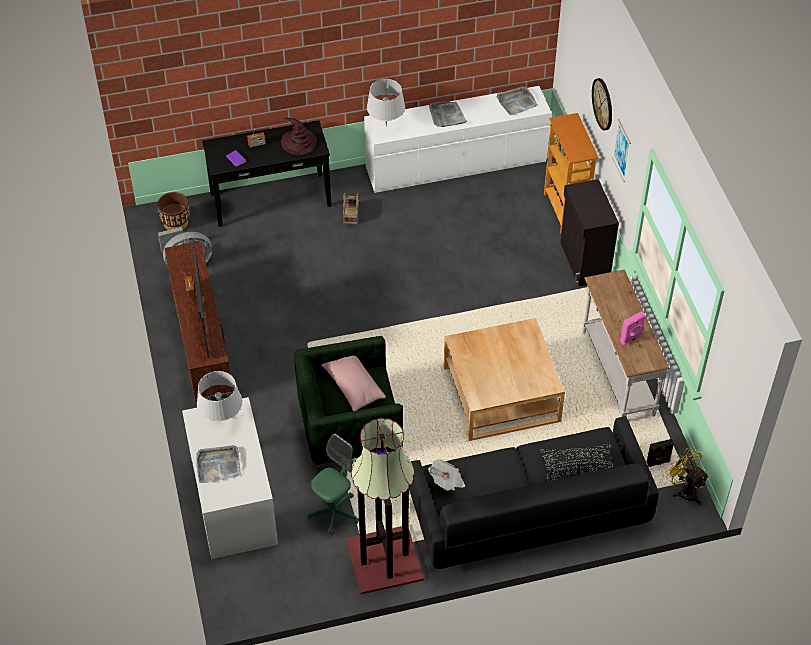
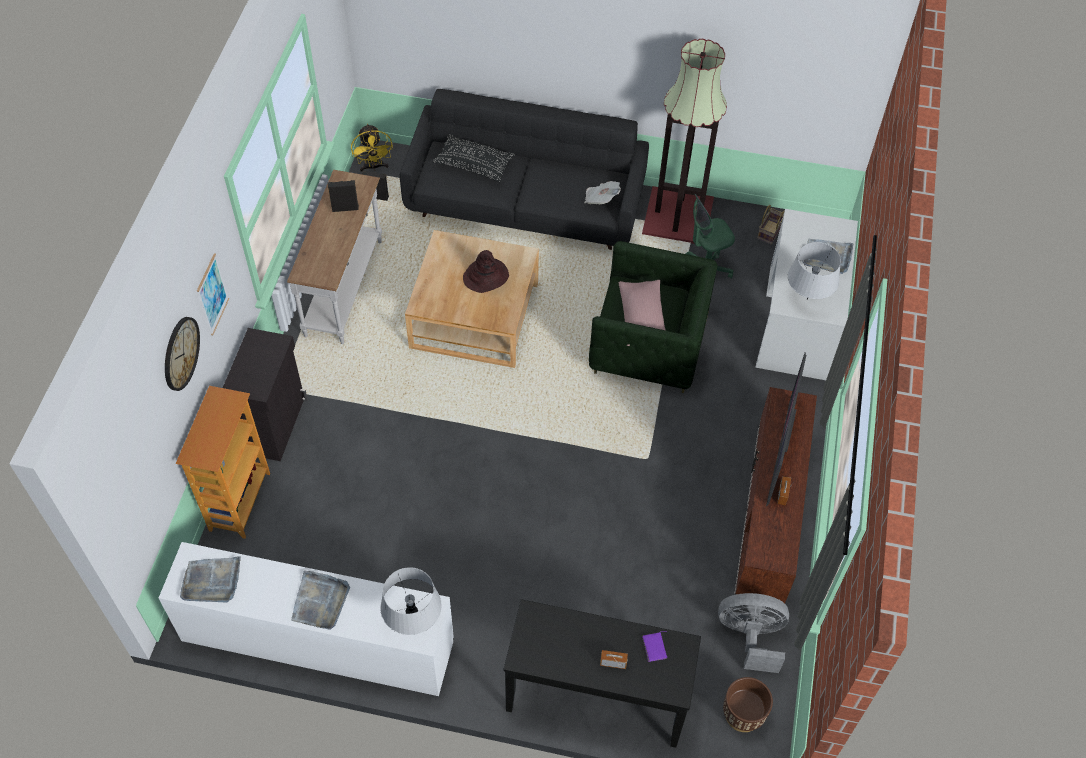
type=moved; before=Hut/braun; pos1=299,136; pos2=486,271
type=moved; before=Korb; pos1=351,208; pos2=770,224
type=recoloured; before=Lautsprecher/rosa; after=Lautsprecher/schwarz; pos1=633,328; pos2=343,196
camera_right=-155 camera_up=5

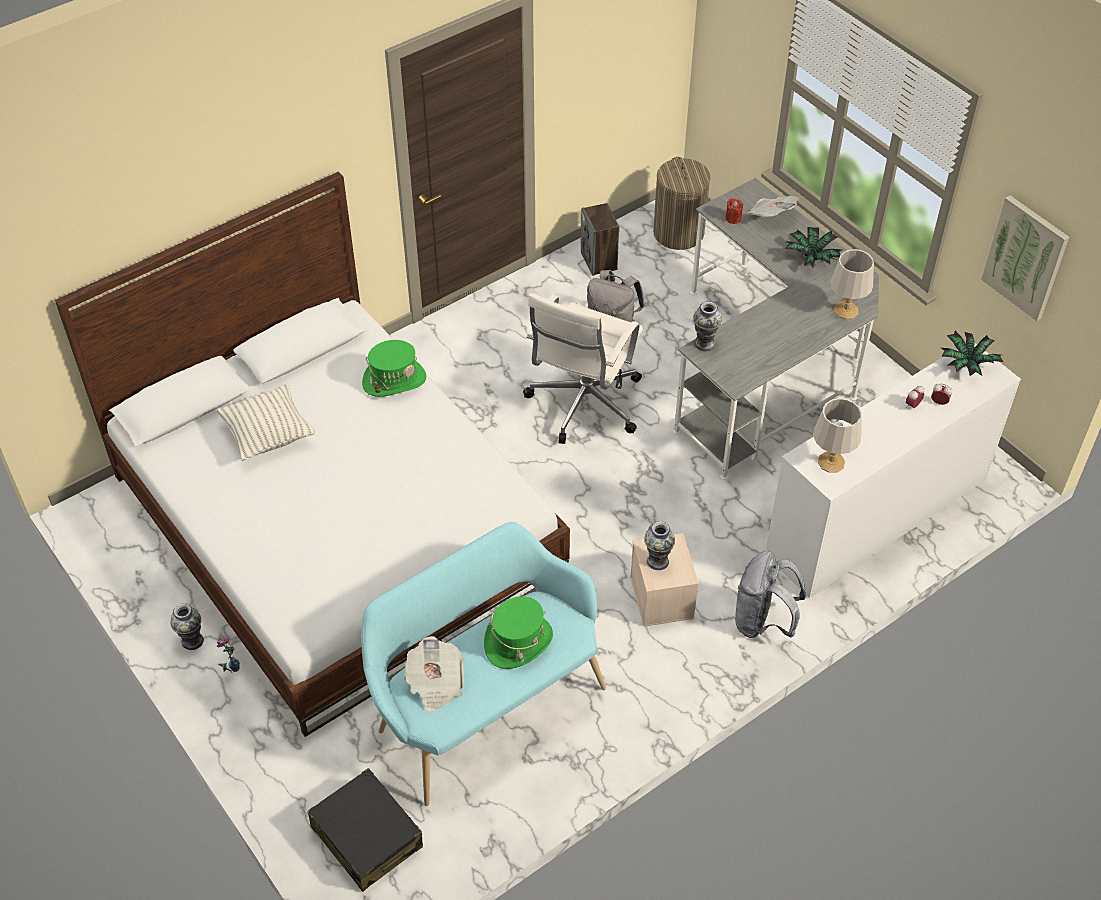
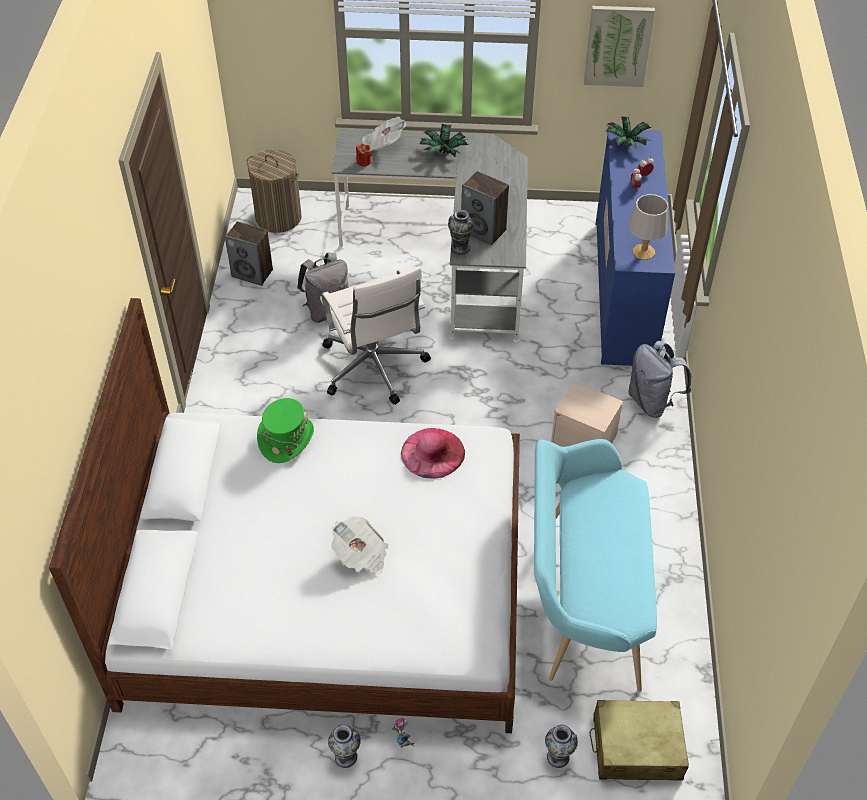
type=removed; before=Tischlampe/grau; pos1=852,284
type=recoloured; before=Kommode/weiß; after=Kommode/blau; pos1=893,470; pos2=635,247
type=removed; before=Kissen; pos1=266,422
type=moved; before=Vase; pos1=659,545; pos2=561,746
type=removed; before=Hut/grün; pos1=518,632
type=moved; before=Zeitung; pos1=434,674; pos2=359,546
type=recoloured; before=Koffer/schwarz; after=Koffer/beige; pos1=365,830; pos2=639,740
type=added; after=Lautsprecher; pos2=485,208
type=added; after=Hut/rosa; pos2=433,453
camera_right=-50 camera_up=0

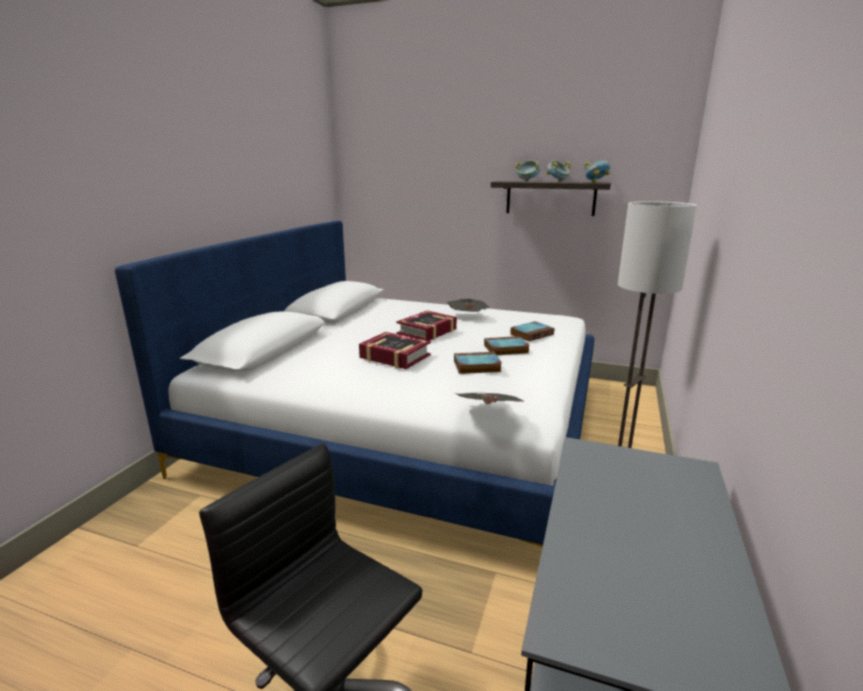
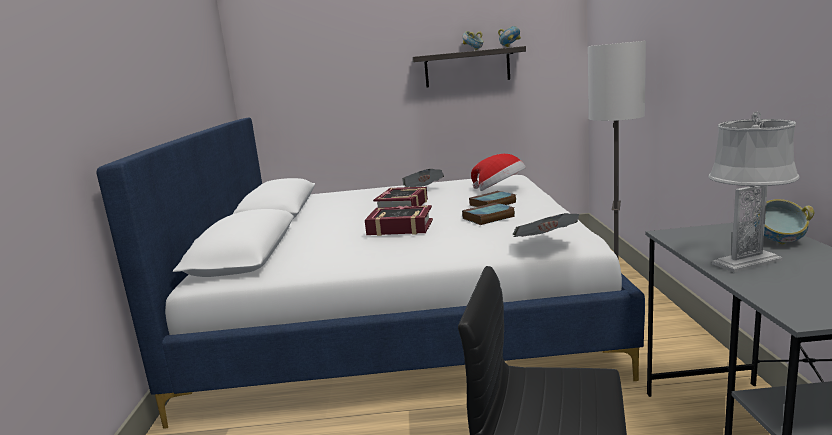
type=moved; before=Schüssel; pos1=528,171; pos2=783,221
type=replaced; before=Buch; after=Hut; pos1=532,331; pos2=498,172
type=added; after=Tischlampe/grau; pos2=753,192
camera_right=-20 camera_up=-5

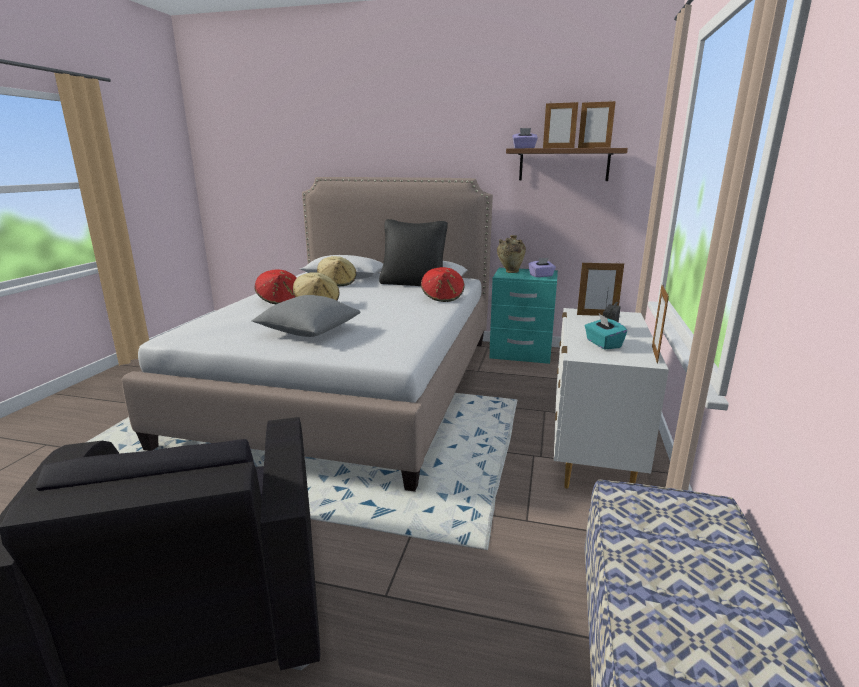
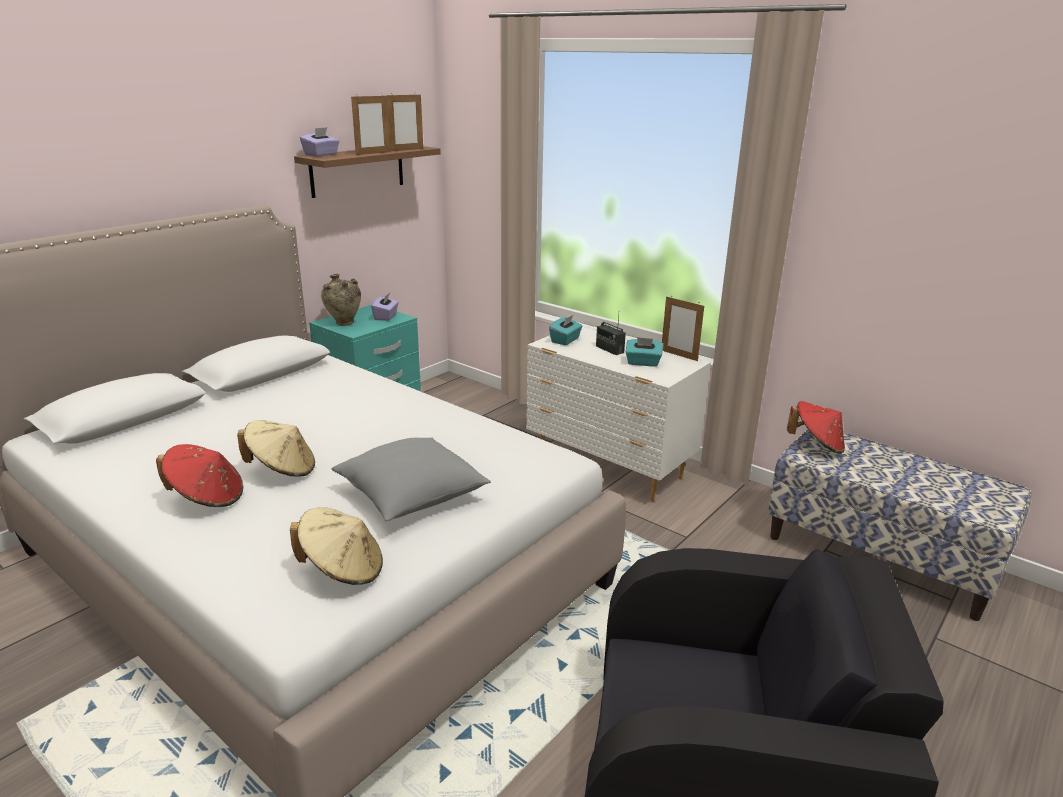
type=removed; before=Kissen/schwarz; pos1=413,252
type=moved; before=Hut/beige; pos1=336,271; pos2=336,546
type=replaced; before=Bilderrahmen; after=Taschentuchbox/türkis; pos1=600,288; pos2=566,330
type=moved; before=Hut/rot; pos1=443,284; pos2=816,427
camera_right=-65 camera_up=5

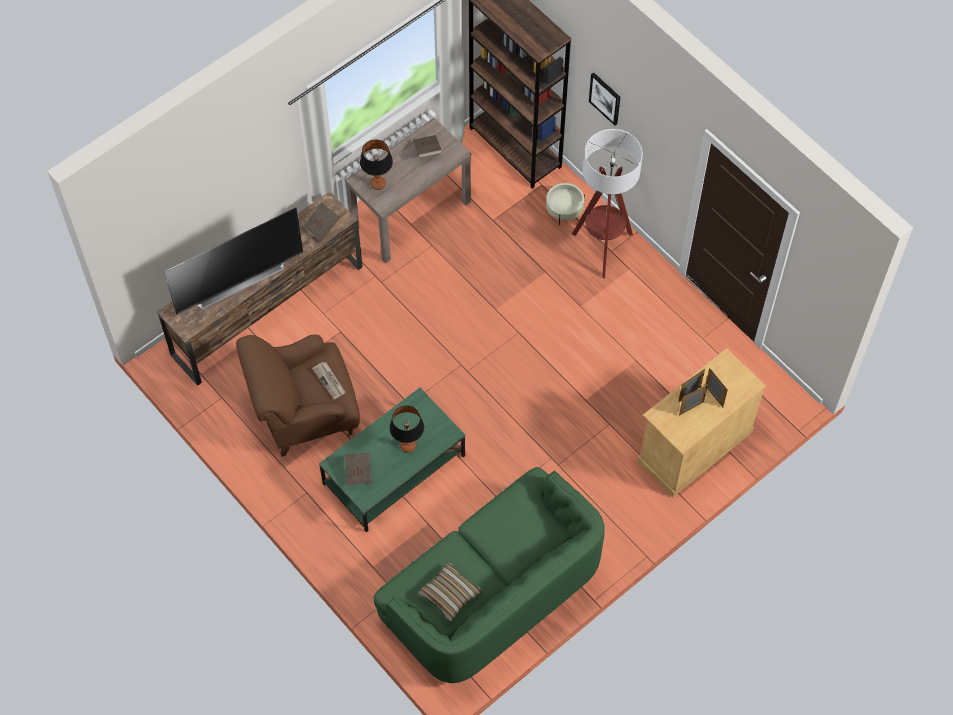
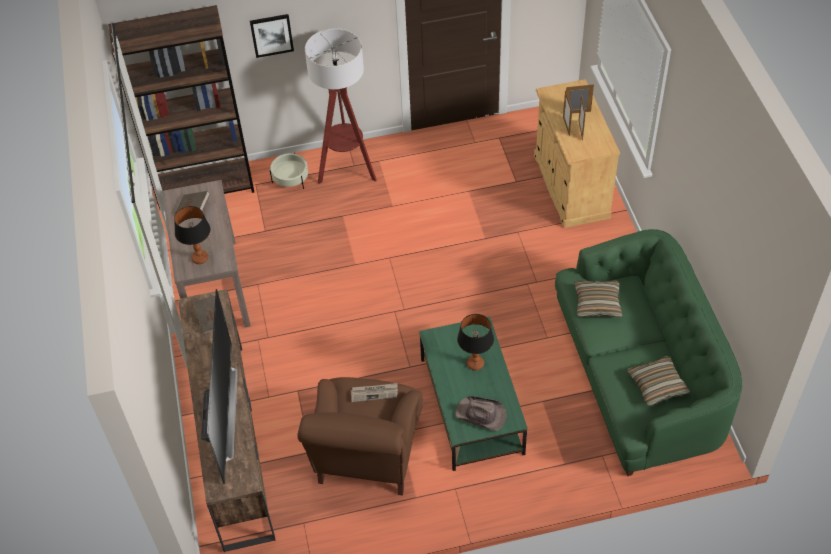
type=replaced; before=Buch/braun; after=Hut/braun; pos1=358,468; pos2=480,413
type=added; after=Kissen; pos2=598,299
camera_right=-60 camera_up=-10

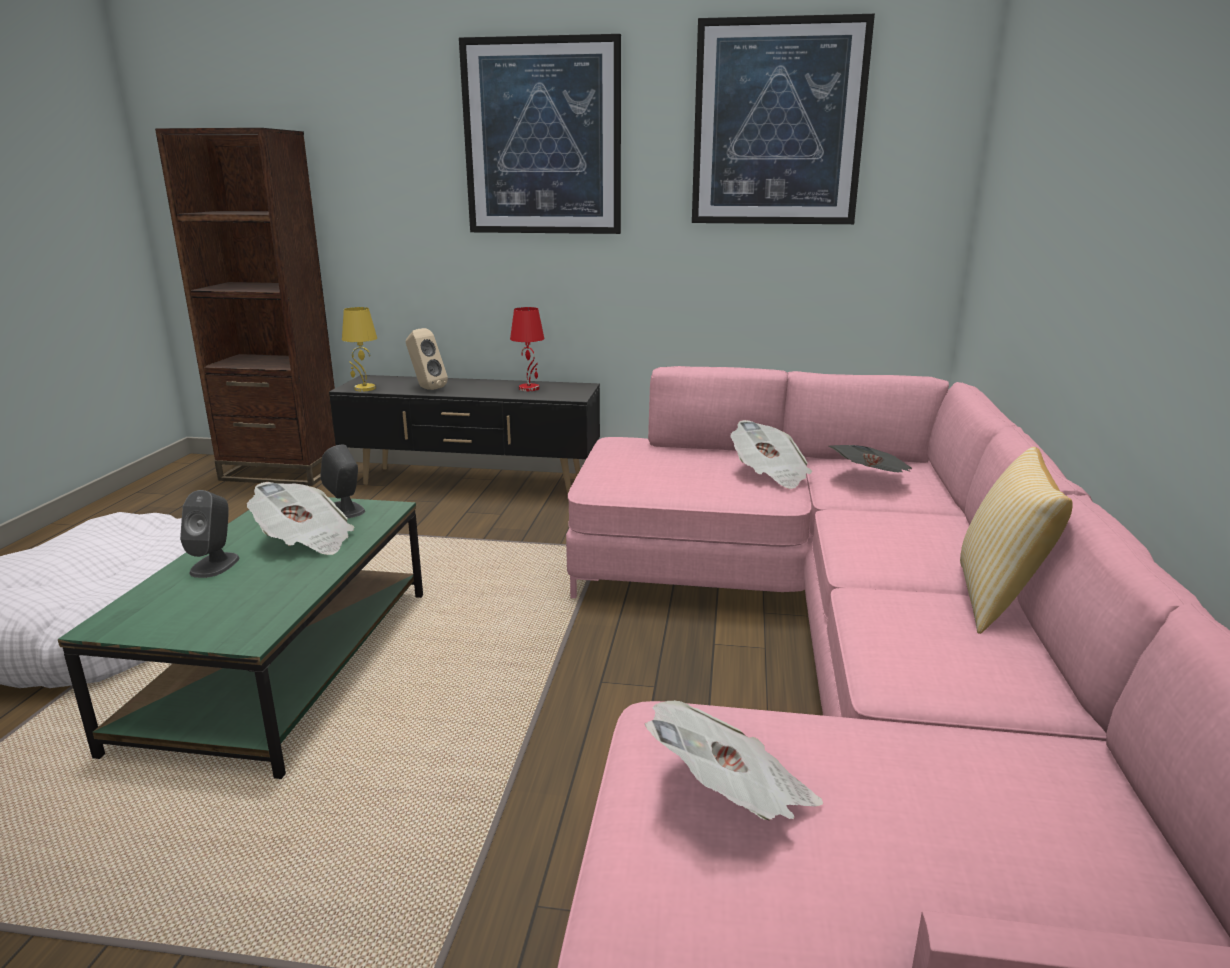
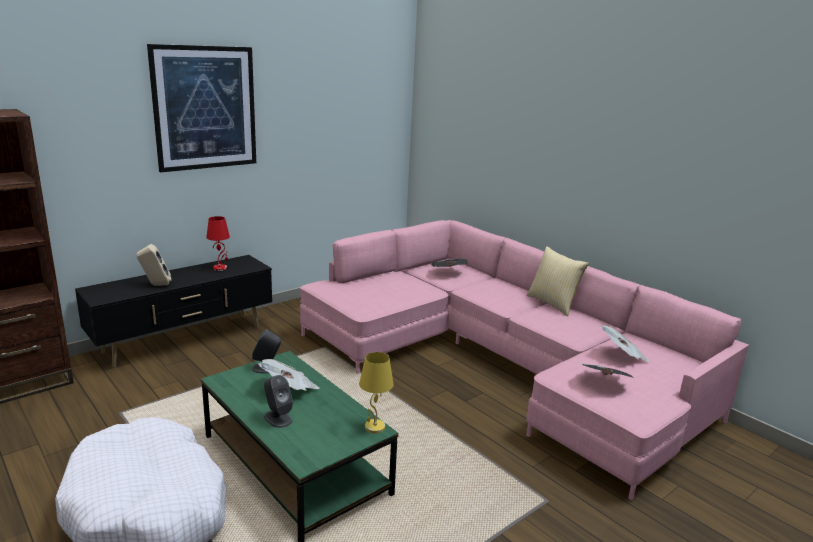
type=removed; before=Bild; pos1=783,119
type=moved; before=Tischlampe/gelb; pos1=359,349; pos2=376,393
type=moved; before=Zeitung; pos1=771,454; pos2=625,343
camera_right=-50 camera_up=0

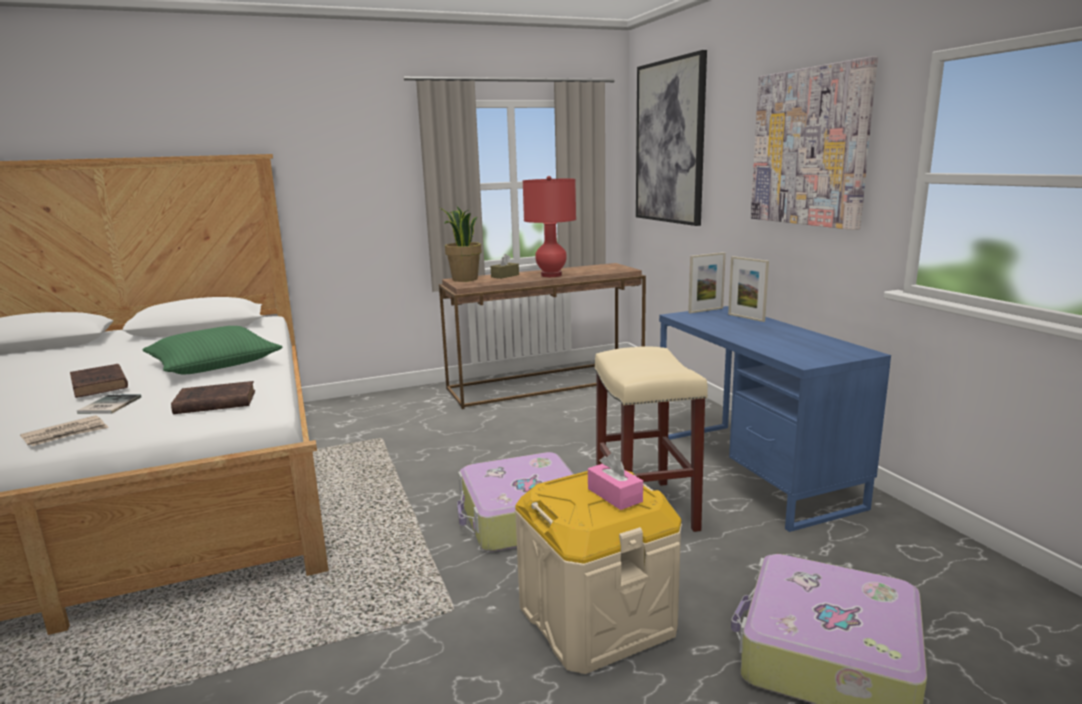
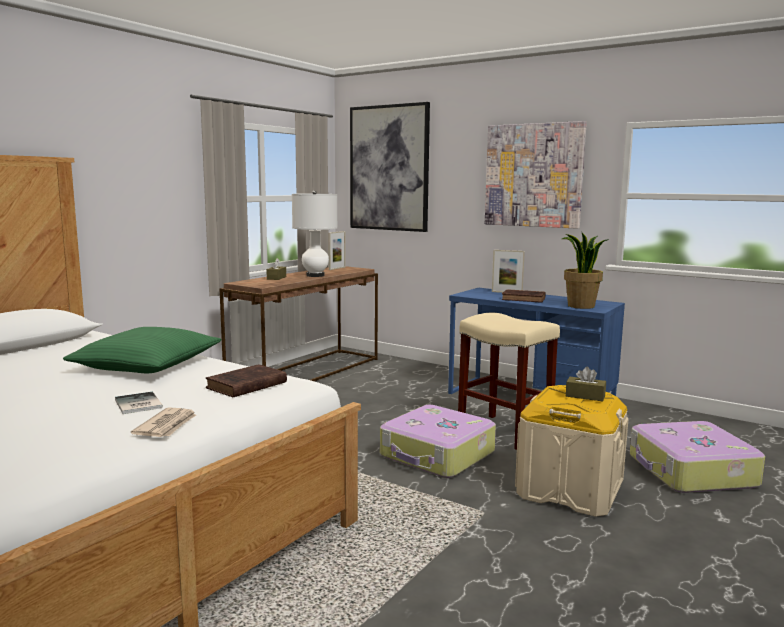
type=recoloured; before=Tischlampe/rot; after=Tischlampe/weiß; pos1=549,226; pos2=315,234
type=moved; before=Topfpflanze; pos1=461,244; pos2=585,271
type=moved; before=Bilderrahmen; pos1=707,282; pos2=337,250
type=moved; before=Buch/braun; pos1=99,381; pos2=524,296
type=recoloured; before=Taschentuchbox/rosa; after=Taschentuchbox/braun; pos1=615,481; pos2=586,384
camera_right=-35 camera_up=-5

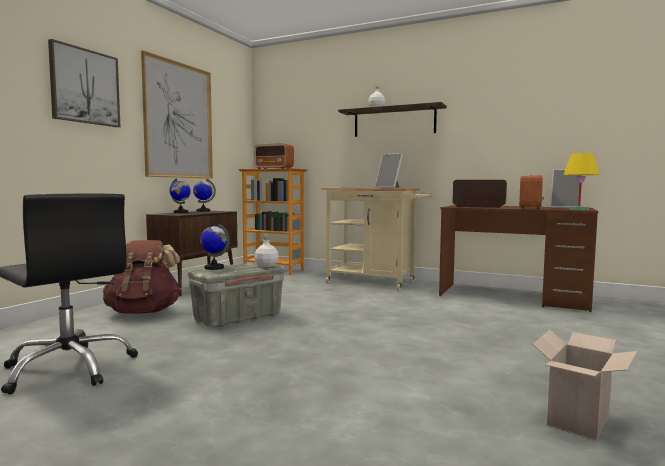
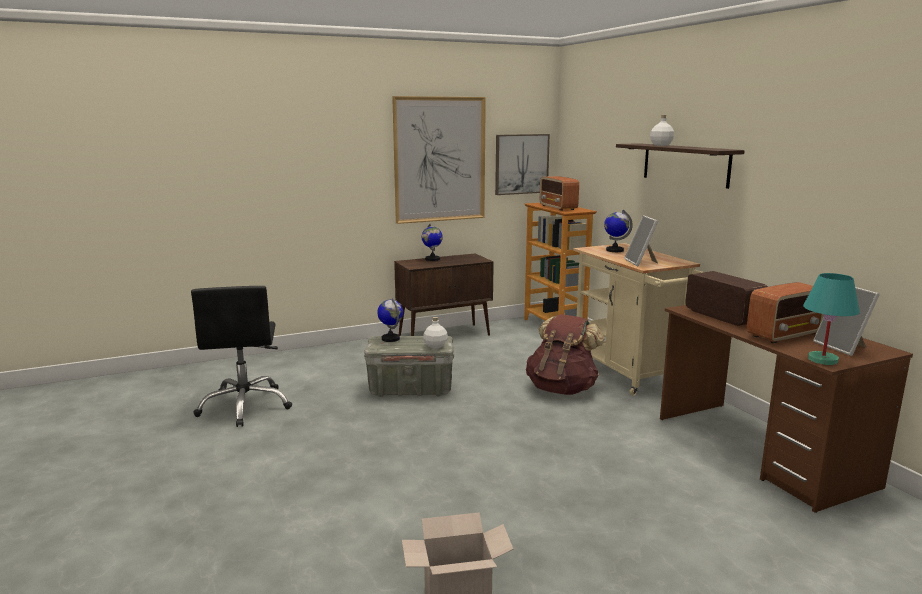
type=moved; before=Bild; pos1=84,83; pos2=522,164
type=recoloured; before=Tischlampe/gelb; after=Tischlampe/türkis; pos1=581,181; pos2=831,319
type=moved; before=Globus; pos1=204,195; pos2=618,231
type=moved; before=Rucksack/braun; pos1=142,277; pos2=565,354
camera_right=40 camera_up=10

